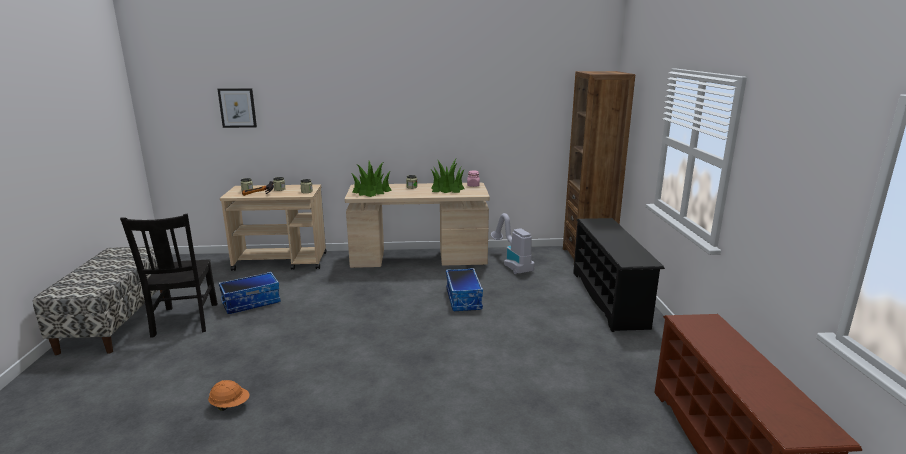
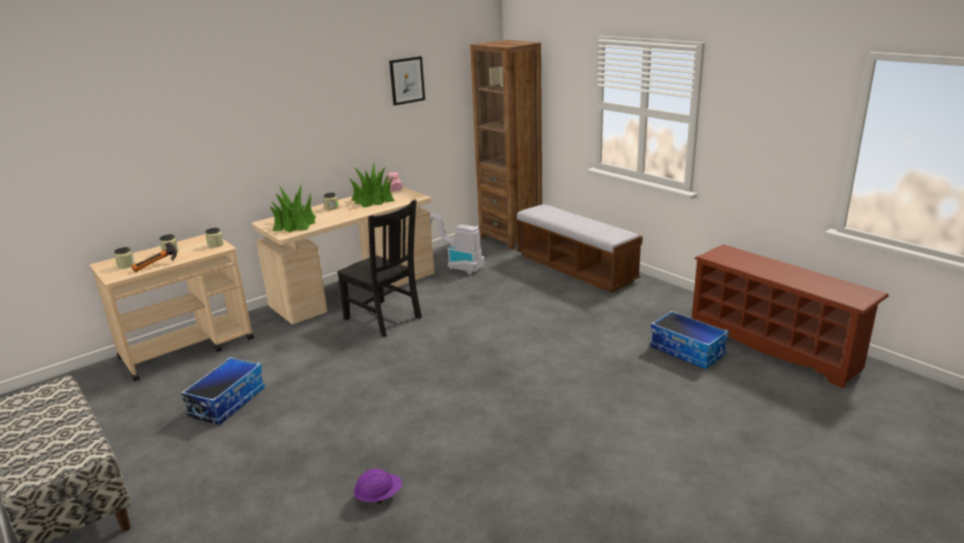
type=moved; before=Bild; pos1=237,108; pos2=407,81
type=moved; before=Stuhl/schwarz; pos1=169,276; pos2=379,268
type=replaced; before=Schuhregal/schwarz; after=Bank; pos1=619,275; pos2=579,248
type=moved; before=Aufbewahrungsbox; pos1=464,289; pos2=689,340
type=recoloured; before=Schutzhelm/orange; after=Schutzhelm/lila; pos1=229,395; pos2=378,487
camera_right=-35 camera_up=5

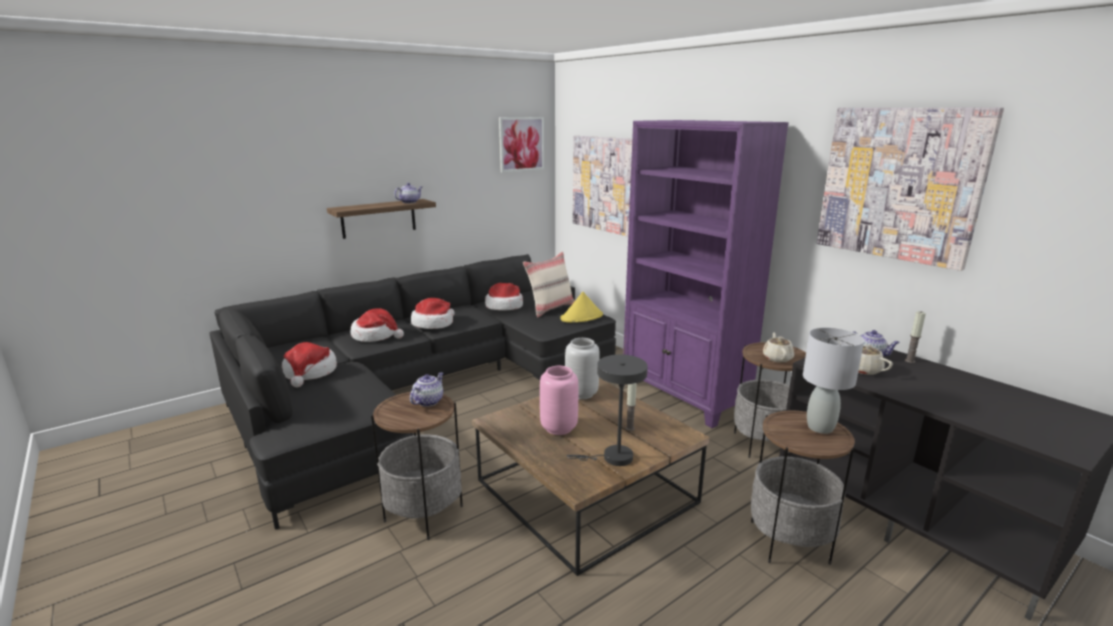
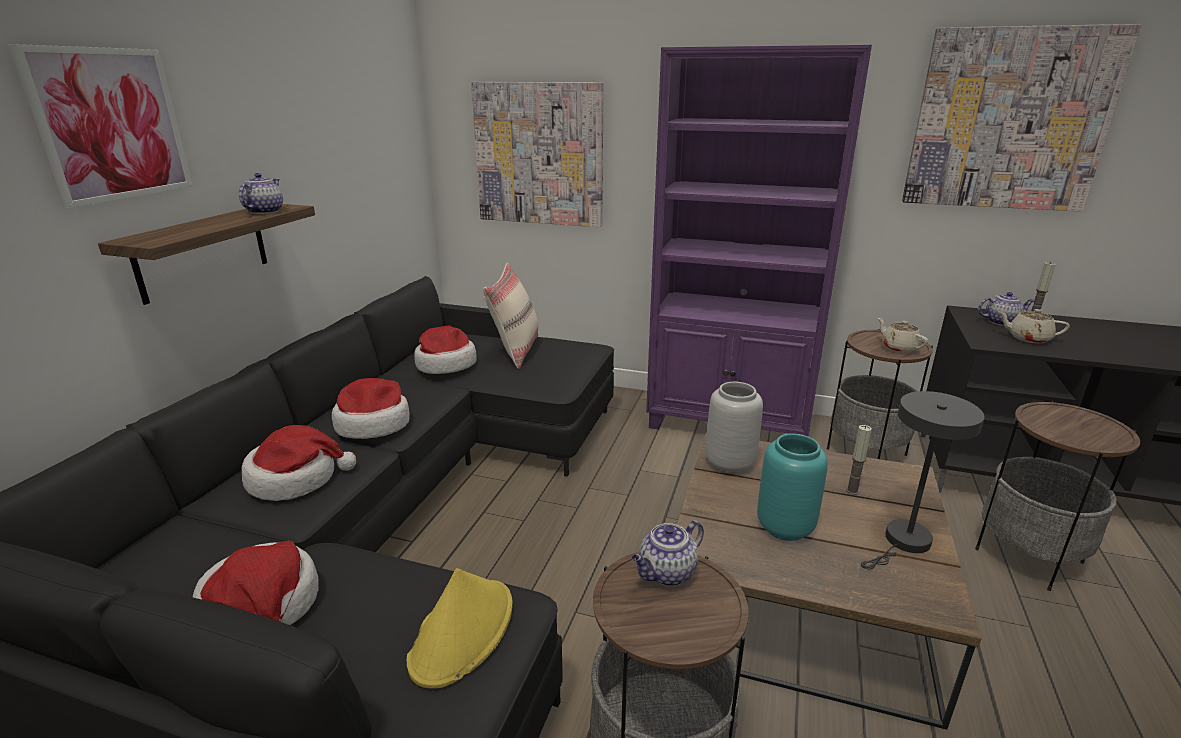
type=moved; before=Bild; pos1=521,144; pos2=101,126
type=moved; before=Hut/gelb; pos1=581,307; pos2=460,628
type=removed; before=Tischlampe/grau; pos1=833,380
type=recoloured; before=Vase/rosa; after=Vase/türkis; pos1=559,400; pos2=792,487
type=turned; before=Teekanne; pos1=426,389; pos2=668,553; turn=-120
camera_right=-35 camera_up=5

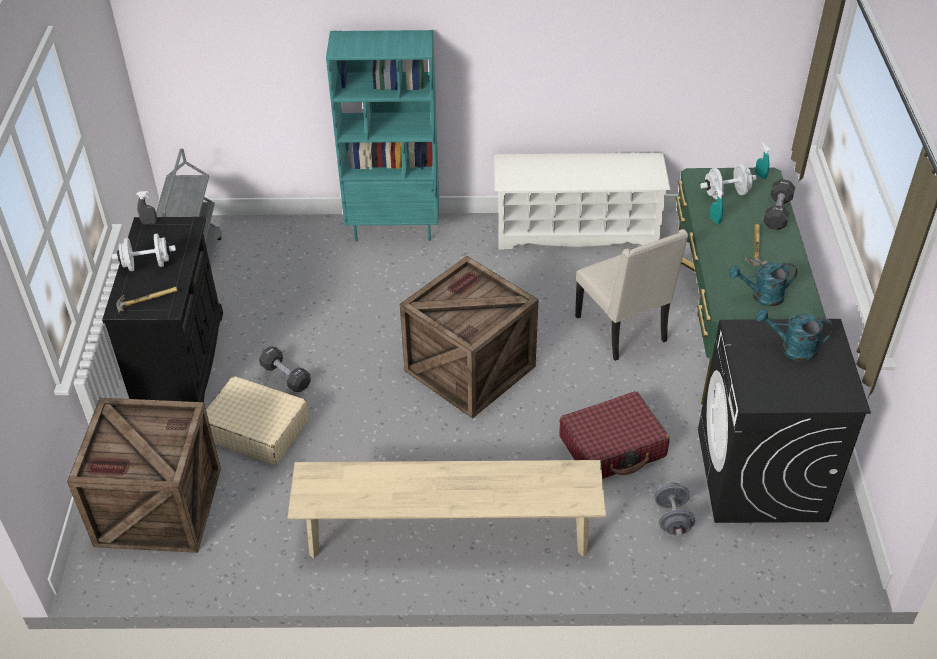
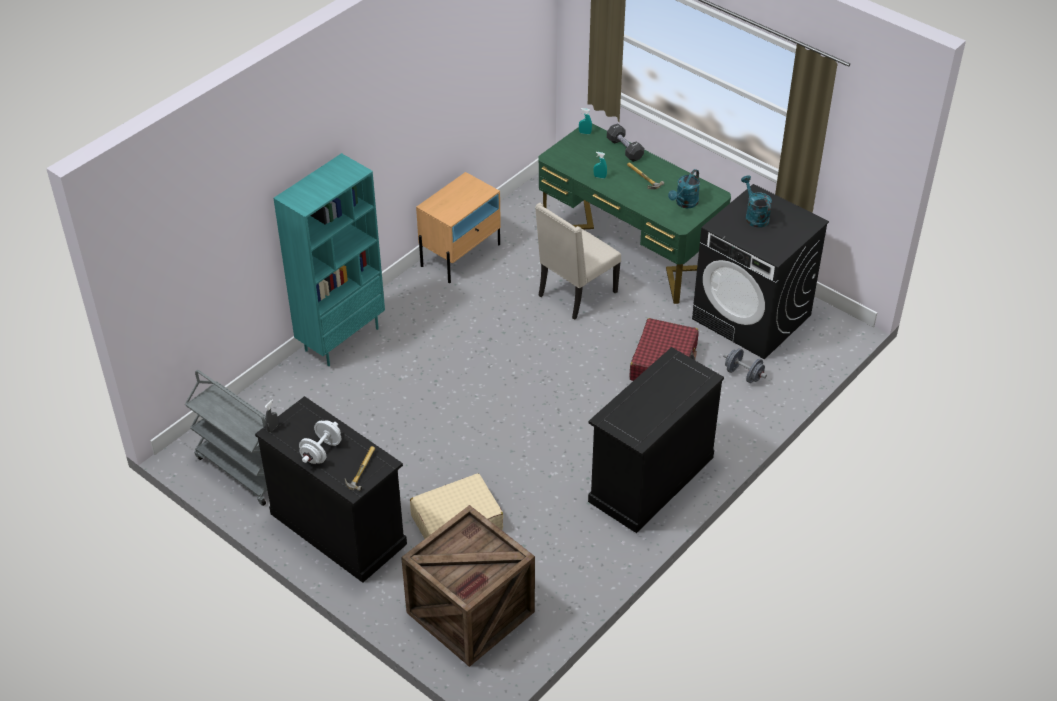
type=replaced; before=Schuhregal/weiß; after=Nachttisch/beige; pos1=582,201; pos2=458,227
type=removed; before=Hantel/weiß; pos1=728,181
type=turned; before=Stuhl/beige; pos1=631,295; pos2=578,261; turn=120
type=removed; before=Kiste; pos1=469,337
type=turned; before=Gießkanne/türkis; pos1=794,335; pos2=756,202; turn=105
type=removed; before=Hantel/schwarz; pos1=285,369
type=replaced; before=Bank/beige; after=Schrank/schwarz; pos1=446,509; pos2=656,440
camera_right=-50 camera_up=0

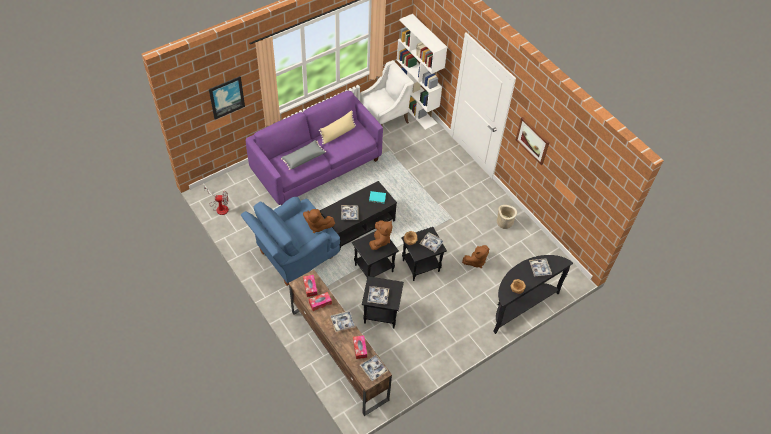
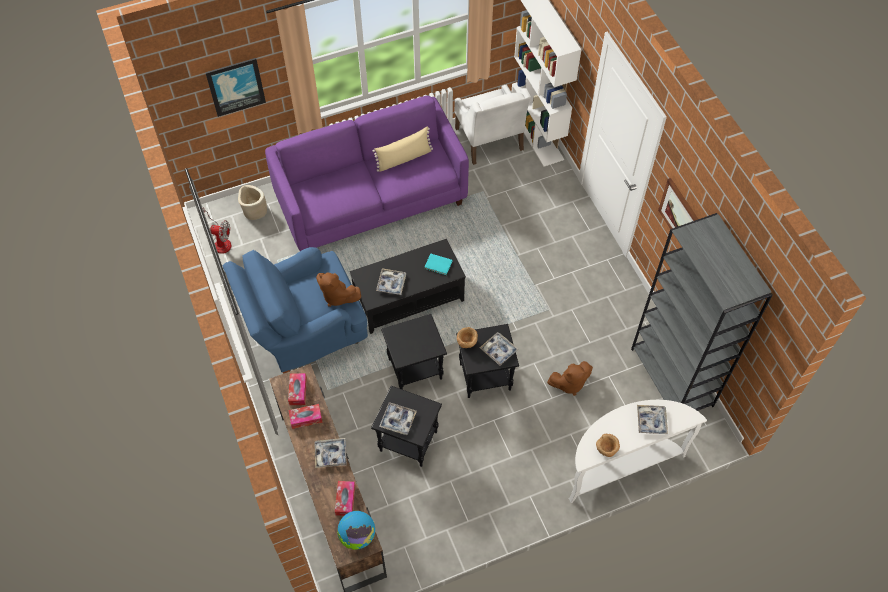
type=turned; before=Sessel/weiß; pos1=387,92; pos2=492,125; turn=90
type=removed; before=Kissen/grau; pos1=303,155
type=moved; before=Pflanzkübel/beige; pos1=507,217; pos2=252,202
type=removed; before=Plüschtier/braun; pos1=380,235
type=recoloured; before=Konsolentisch/schwarz; after=Konsolentisch/weiß; pos1=533,294; pos2=638,451
type=replaced; before=Tablett; after=Globus; pos1=374,368; pos2=356,530
type=added; after=Bücherregal/grau; pos2=702,312
camera_right=15 camera_up=5

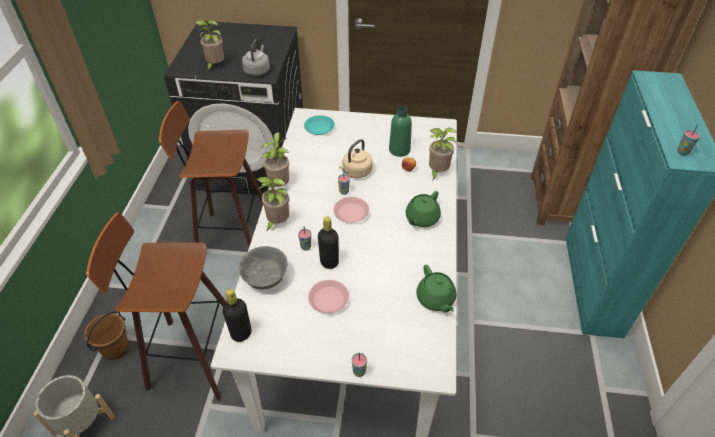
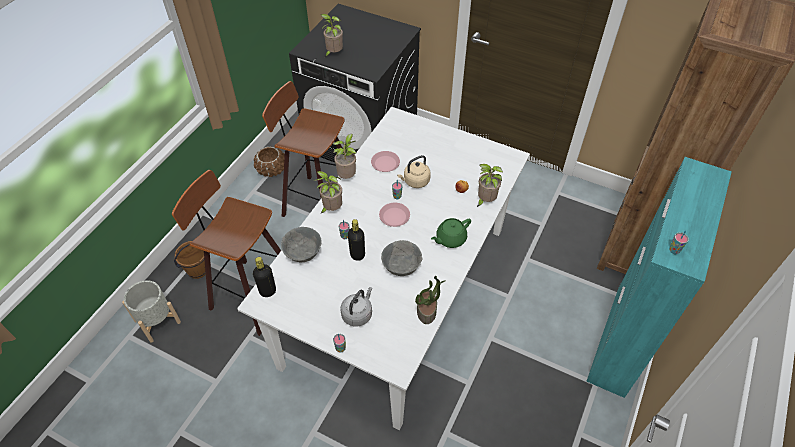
type=moved; before=Wasserkessel/grau; pos1=256,57; pos2=356,307
type=removed; before=Flasche/grün; pos1=400,131
type=removed; before=Teller/türkis; pos1=319,125
type=replaced; before=Teekanne/grün; after=Topfpflanze; pos1=436,289; pos2=430,300
type=moved; before=Teller/rosa; pos1=328,297; pos2=385,161
type=added; after=Pflanzkübel/braun; pos2=269,161
type=added; after=Schüssel/grau; pos2=402,258
camera_right=20 camera_up=5

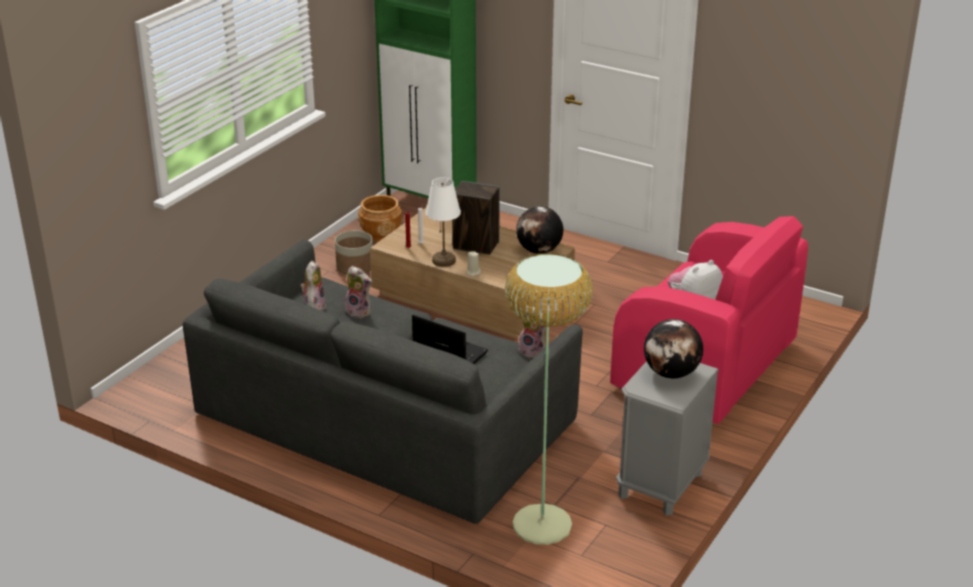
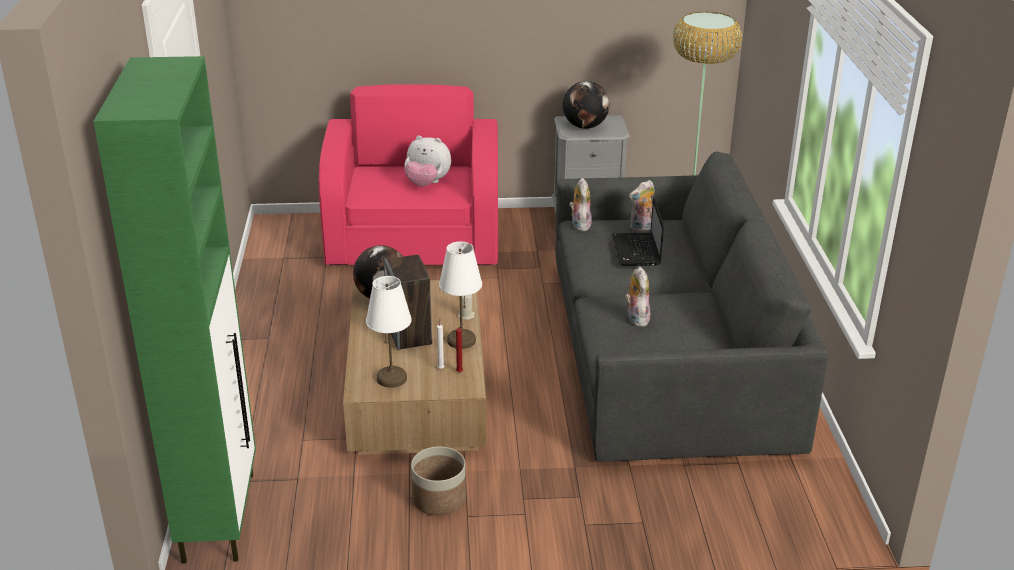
type=removed; before=Pflanzkübel/braun; pos1=380,218
type=moved; before=Plüschtier; pos1=312,286; pos2=642,205
type=added; after=Tischlampe/weiß; pos2=389,332
camera_right=-125 camera_up=0

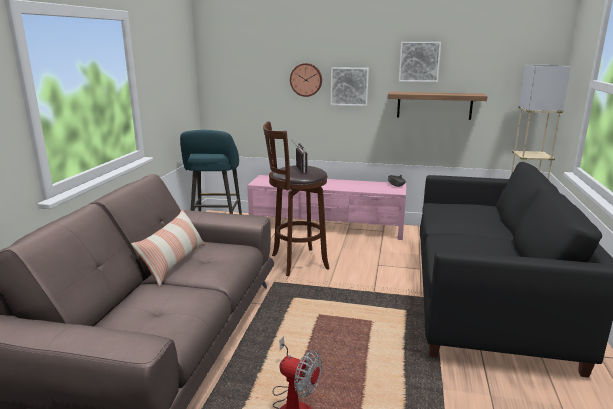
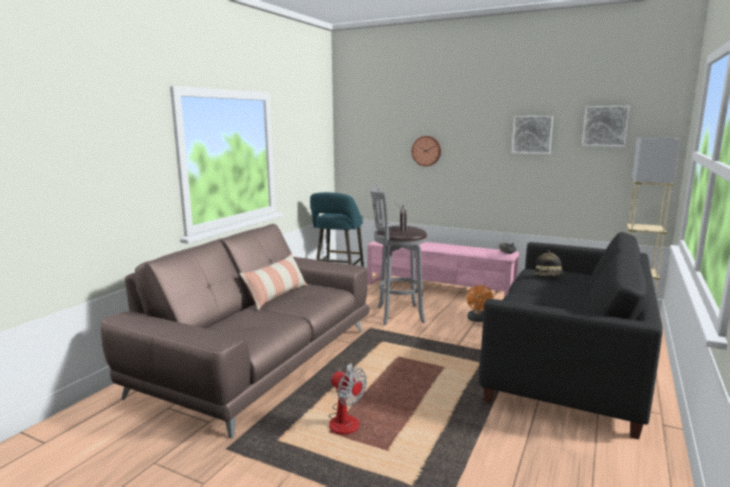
type=moved; before=Bild; pos1=350,86; pos2=606,126
type=removed; before=Wandregal; pos1=438,106
type=recoloured; before=Hocker/braun; after=Hocker/grau; pos1=296,198; pos2=398,255
type=added; after=Hut; pos2=548,262
type=added; after=Ventilator/orange; pos2=480,303
camera_right=15 camera_up=-5

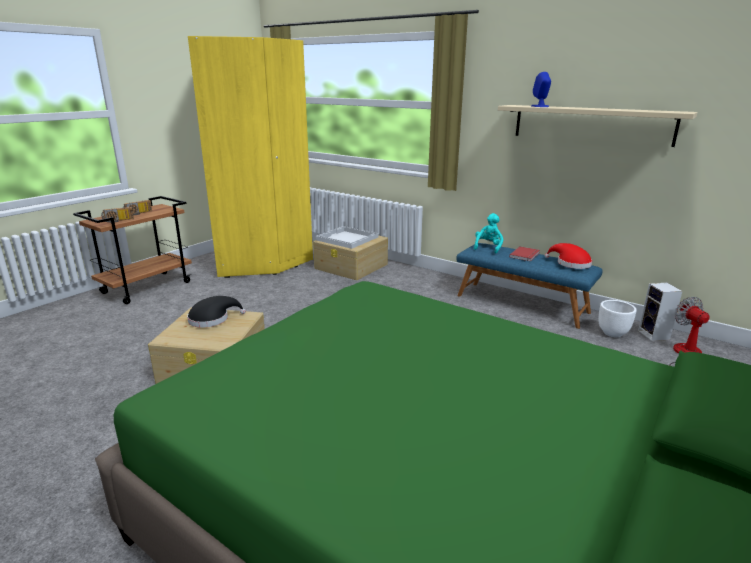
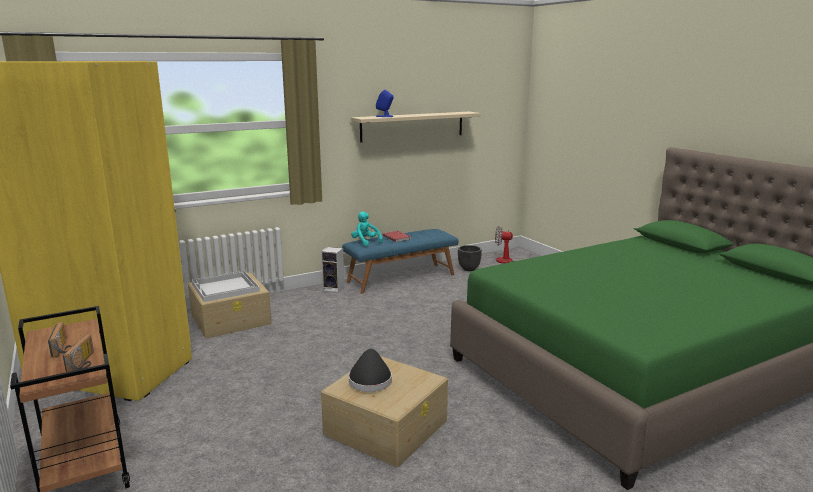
type=removed; before=Hut/rot; pos1=568,256
type=moved; before=Lautsprecher; pos1=660,312; pos2=332,270
type=recoloured; before=Pflanzkübel/weiß; after=Pflanzkübel/schwarz; pos1=618,319; pos2=470,258
camera_right=-65 camera_up=-5

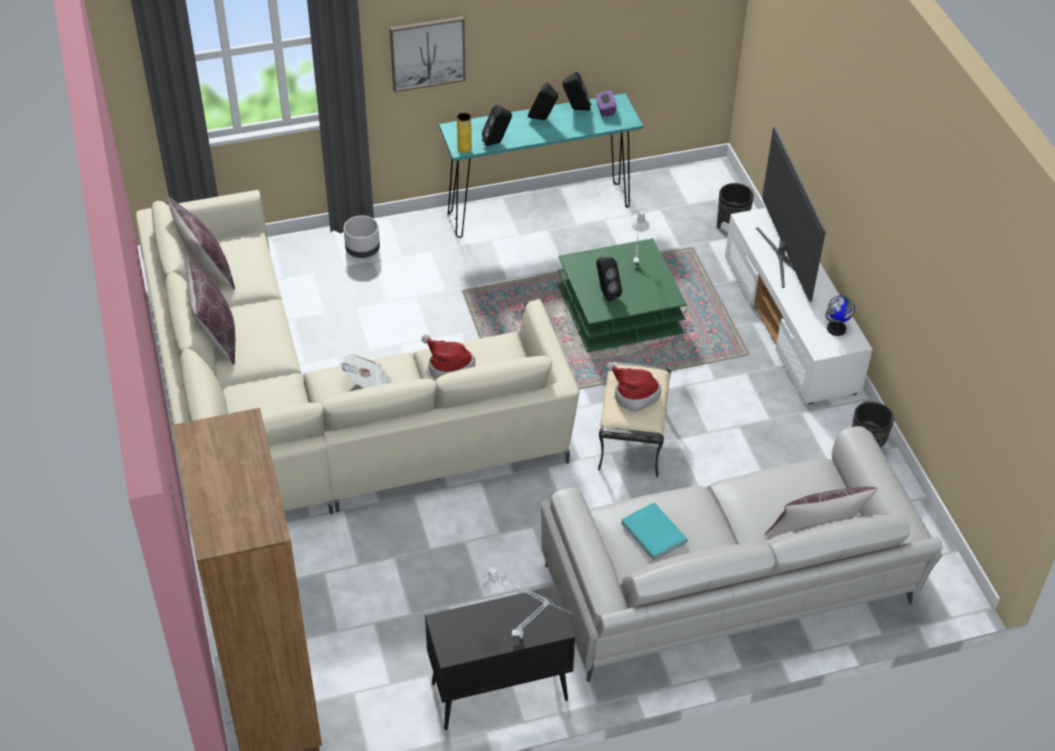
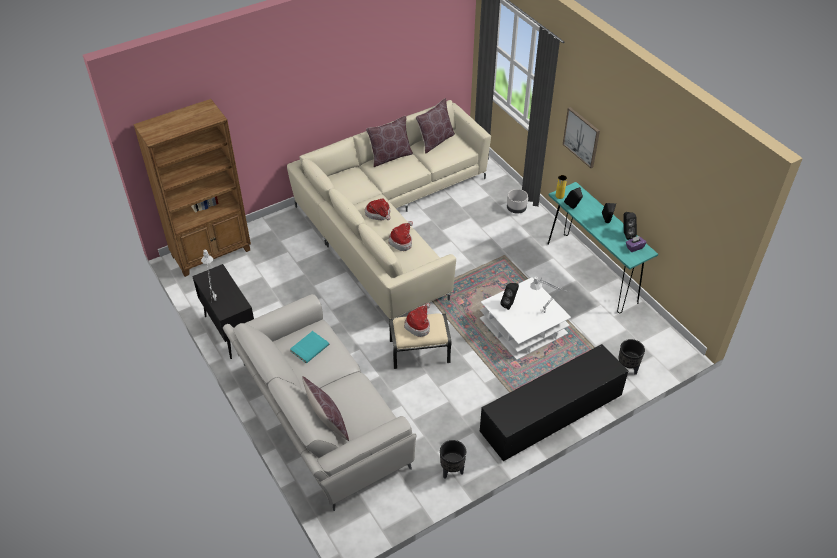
type=removed; before=Fernseher; pos1=791,214
type=recoloured; before=Fernsehschrank/weiß; after=Fernsehschrank/schwarz; pos1=798,306; pos2=554,402
type=recoloured; before=Couchtisch/grün; after=Couchtisch/weiß; pos1=622,295; pos2=525,319
type=removed; before=Globus; pos1=840,316
type=replaced; before=Zeitung; after=Hut; pos1=366,371; pos2=378,209
camera_right=75 camera_up=0

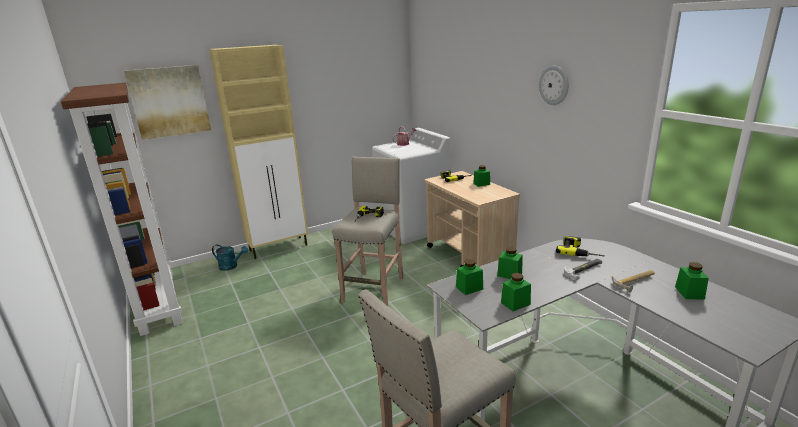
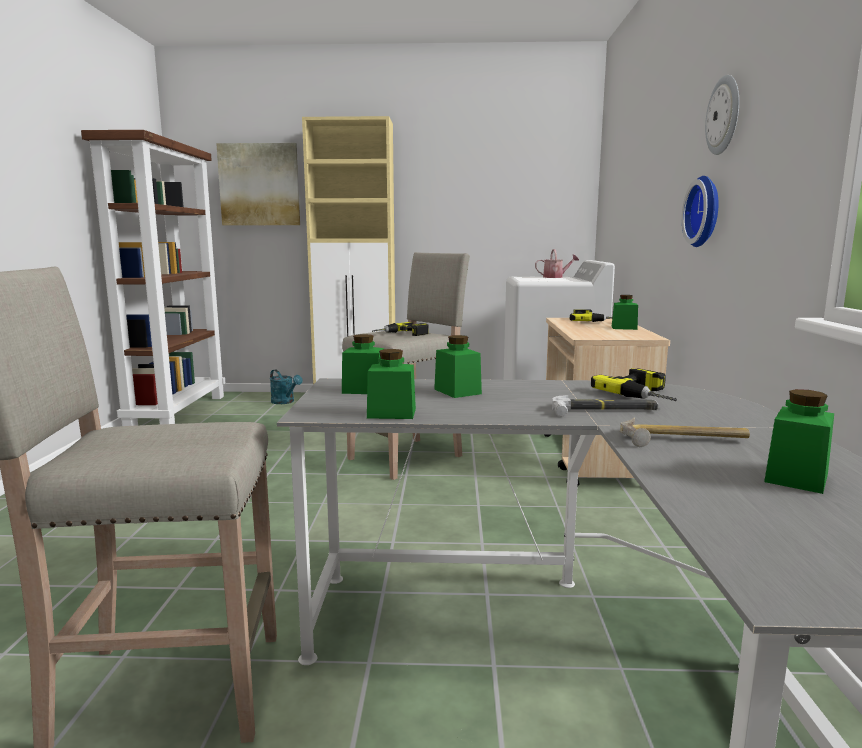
type=added; after=Wanduhr; pos2=700,211
camera_right=30 camera_up=-10

